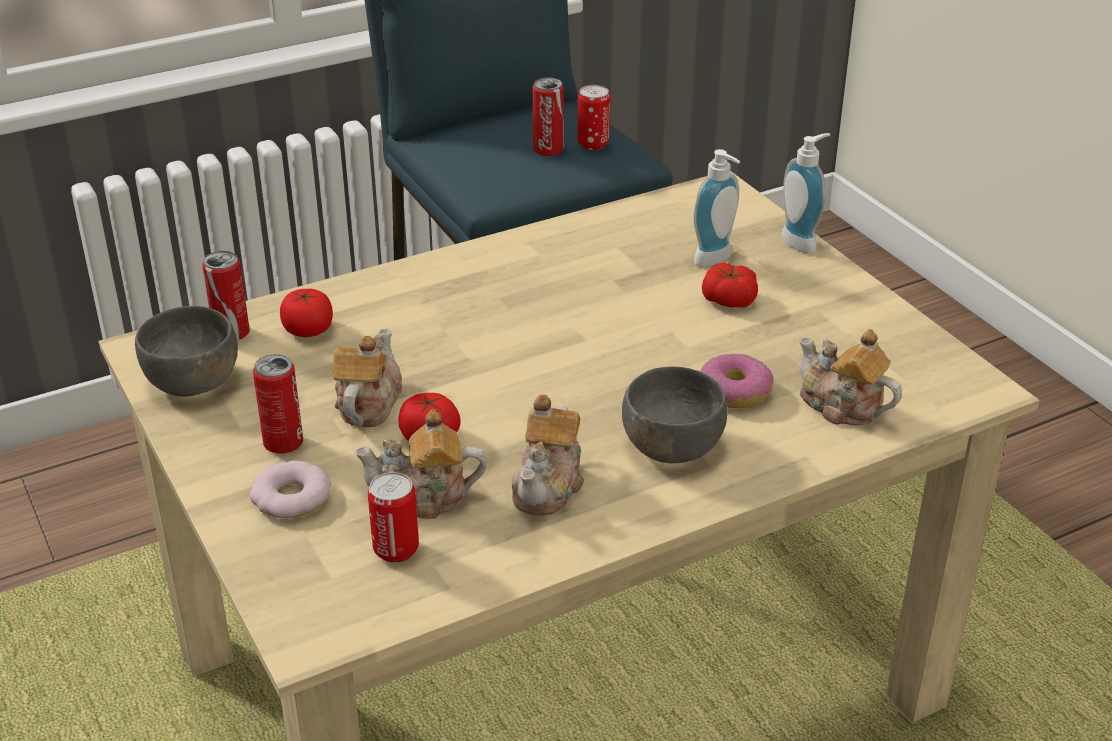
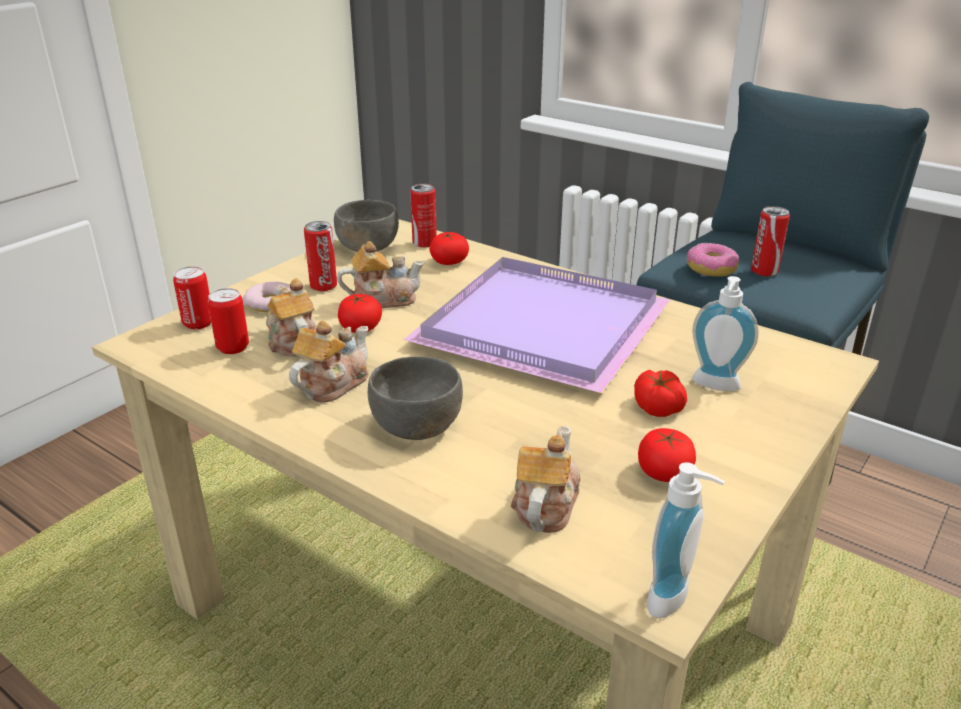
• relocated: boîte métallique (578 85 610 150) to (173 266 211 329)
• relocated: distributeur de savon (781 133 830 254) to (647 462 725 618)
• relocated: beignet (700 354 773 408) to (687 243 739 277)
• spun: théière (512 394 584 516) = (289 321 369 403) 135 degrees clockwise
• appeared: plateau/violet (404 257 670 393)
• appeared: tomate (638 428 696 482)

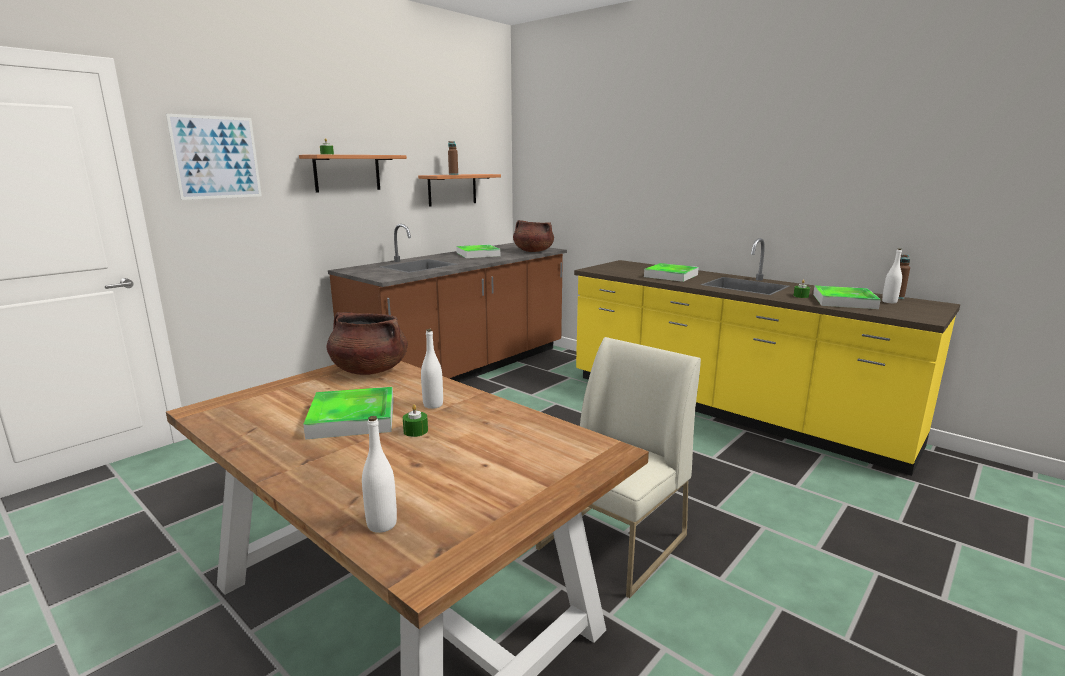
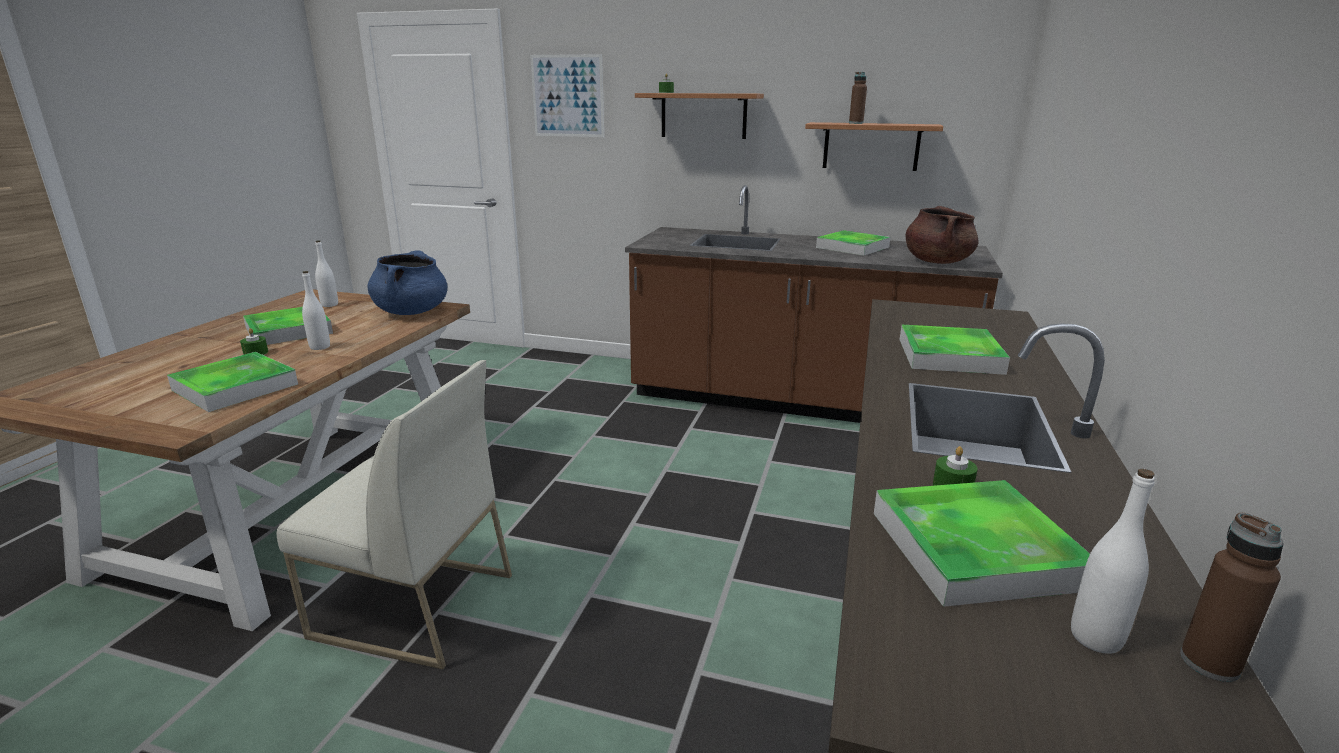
• colour: marmite/marron (326 312 407 375) to marmite/bleu (367 250 447 315)
• relocated: bouteille/blanc (362 416 397 533) to (315 240 338 307)
• appeared: plateau (167 352 298 412)

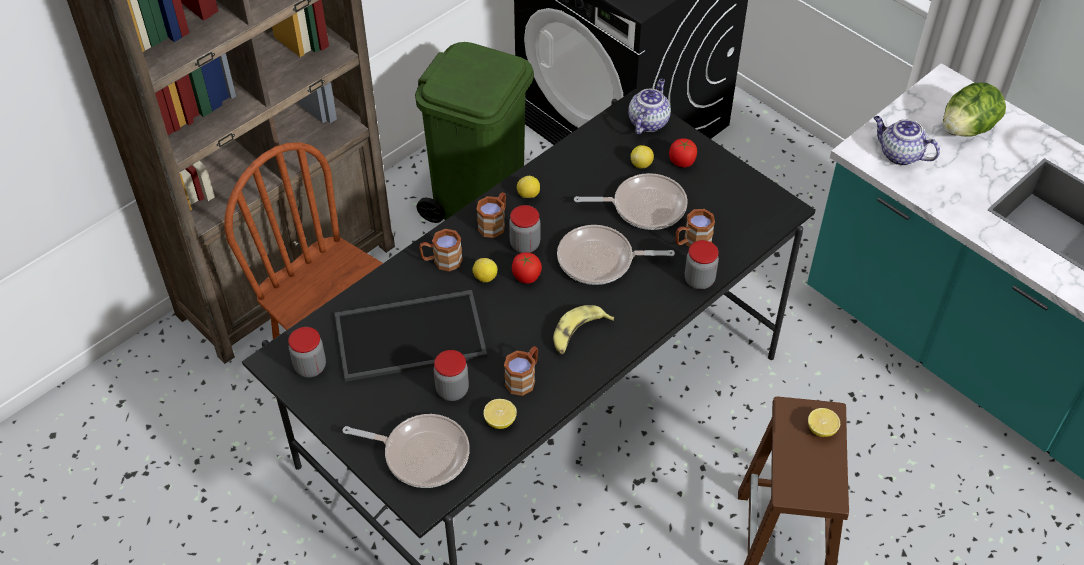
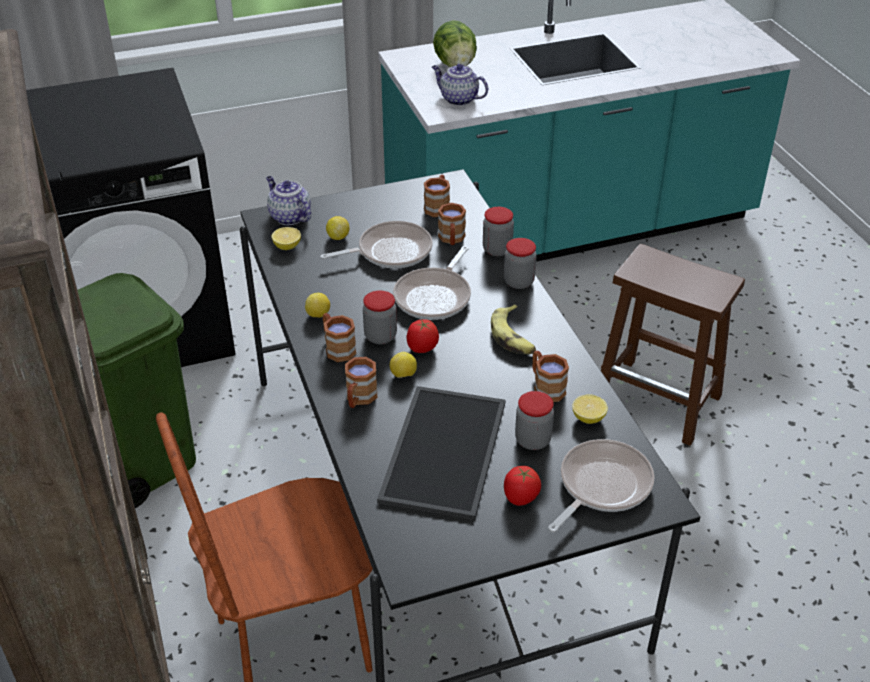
• spun: théière (874 116 940 166) = (432 64 488 106) 60 degrees clockwise
• relocated: tomate (669 138 697 167) to (504 466 541 506)
• spun: poêle (574 173 687 230) = (321 221 433 268) 45 degrees clockwise
• relocated: bocal (288 327 326 377) to (504 238 537 289)
• relocated: citron (808 408 840 437) to (272 227 301 250)
• appeared: mug/marron (424 175 450 217)

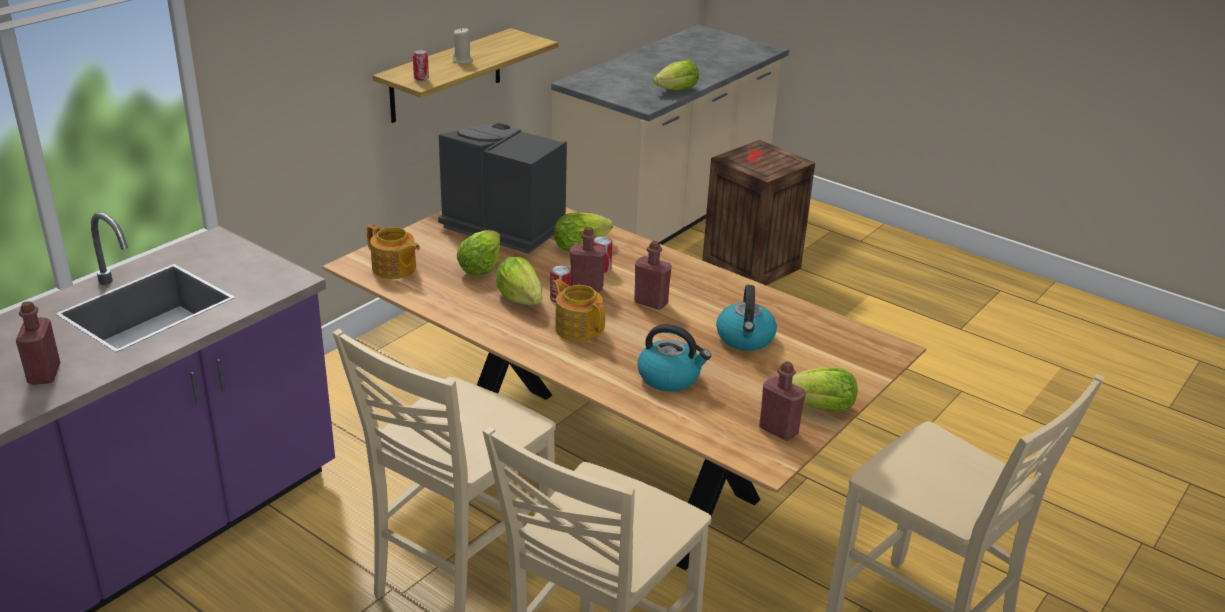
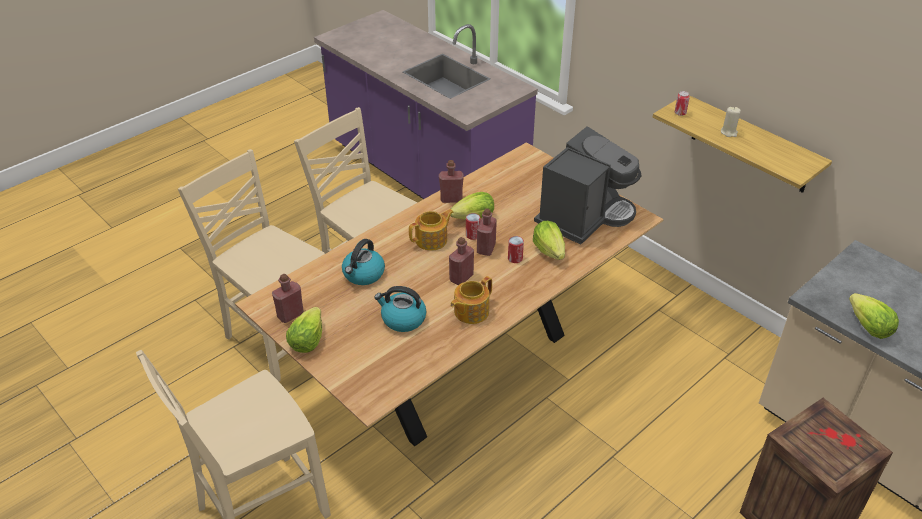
• relocated: théière (367 224 420 279) to (450 276 492 324)
• missing: laitue (457 230 500 275)
• relocated: bouteille/rouge (16 301 61 385) to (439 160 464 203)

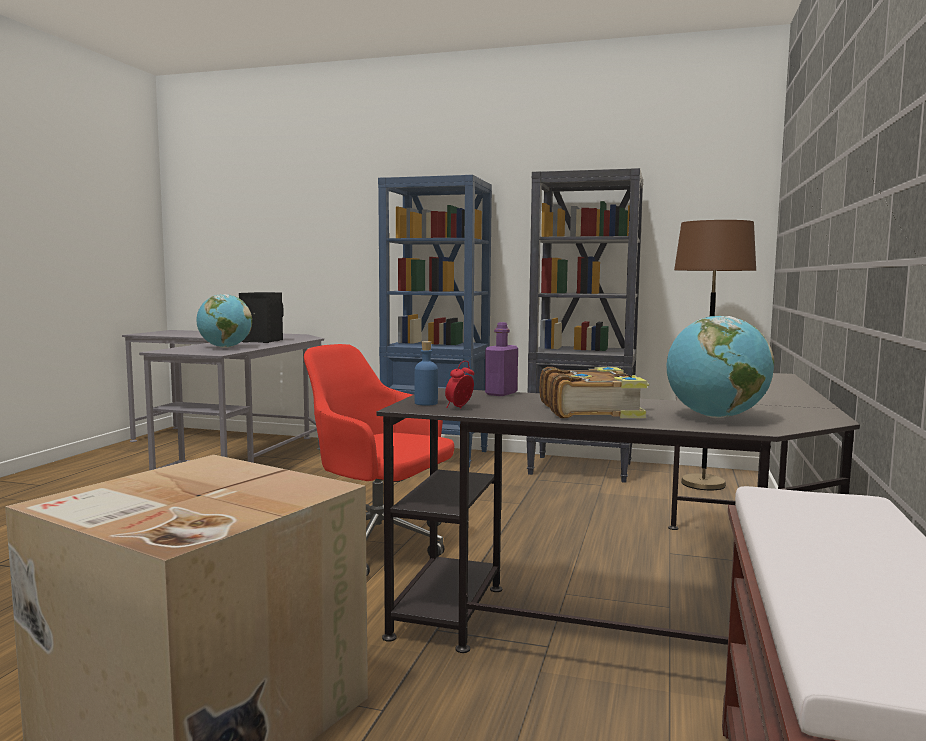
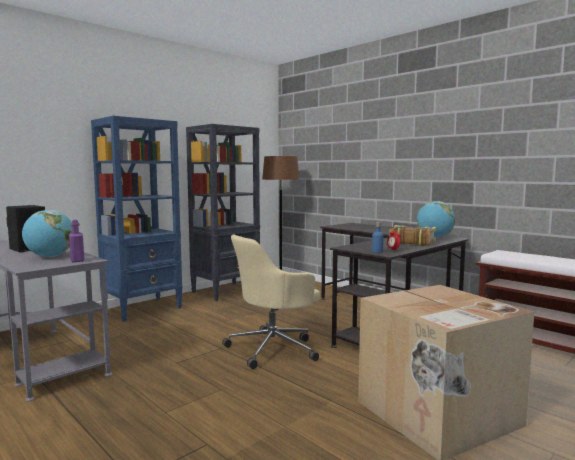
• relocated: bouteille/violet (485 322 518 396) to (69 220 84 262)
• colour: chaise de bureau/rouge (304 344 454 576) to chaise de bureau/beige (222 235 320 369)

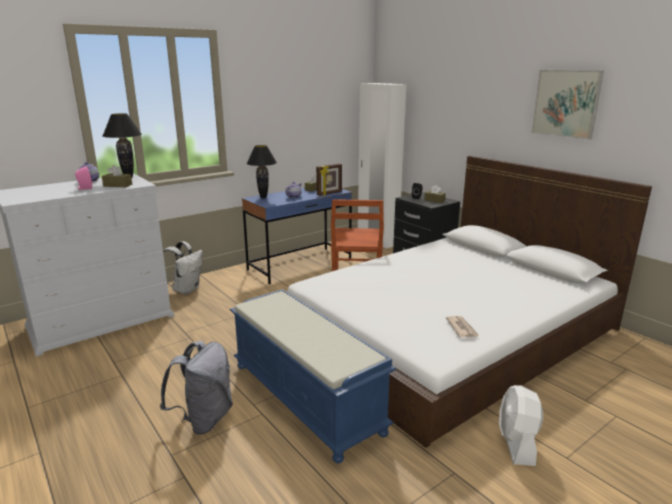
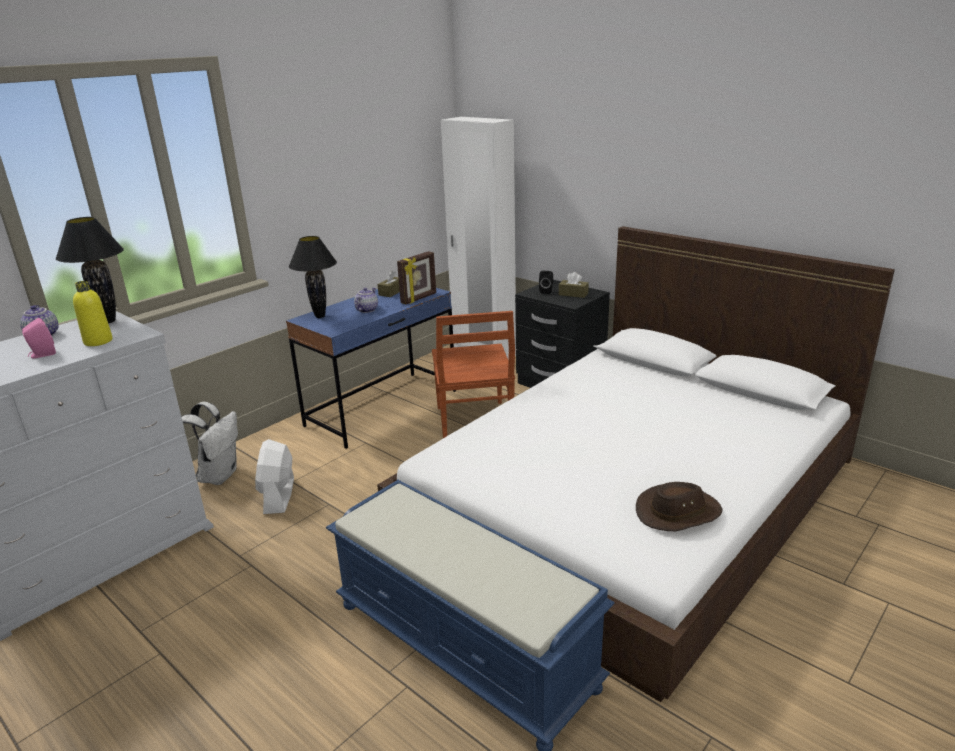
• missing: tableau (531 70 604 140)
• exchanged: boîte à mouchoirs/marron (102 165 132 187) to bouteille/jaune (73 281 112 346)
• exchanged: journal (446 316 480 337) to chapeau/marron (636 482 723 531)
• missing: sac à dos/gris (160 341 233 435)
• relocated: ventilateur/blanc (499 385 543 466) to (255 439 294 514)

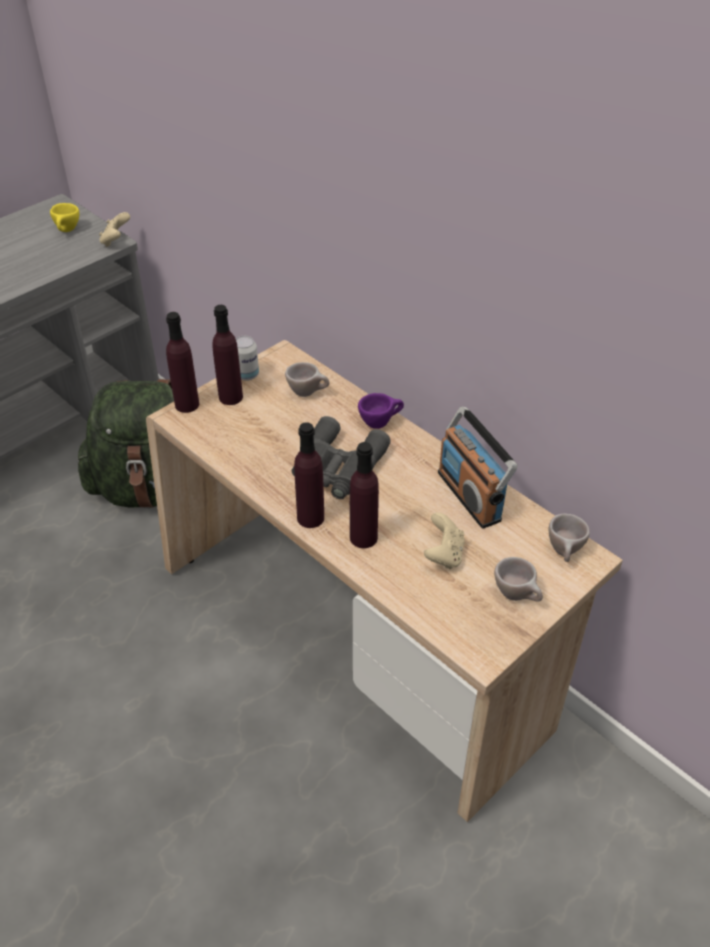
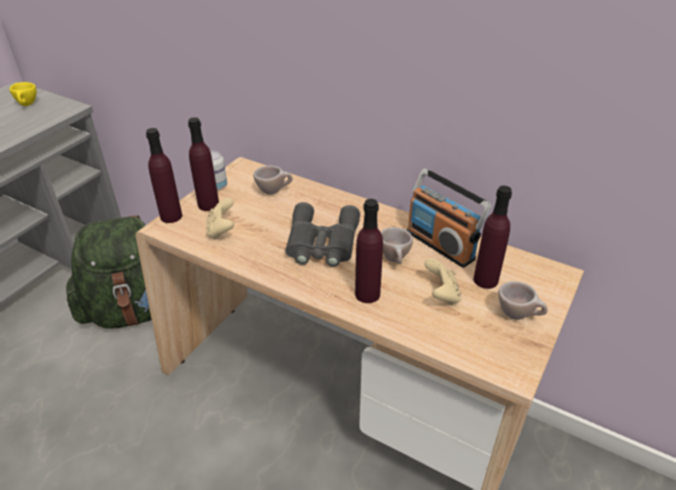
• relocated: manette/beige (99 212 130 247) to (206 198 234 240)
• missing: tasse/violet (358 393 404 429)
• relocated: bouteille/violet (294 422 324 528) to (473 186 512 289)
• relocated: tasse/beige (549 513 590 562) to (381 227 413 264)

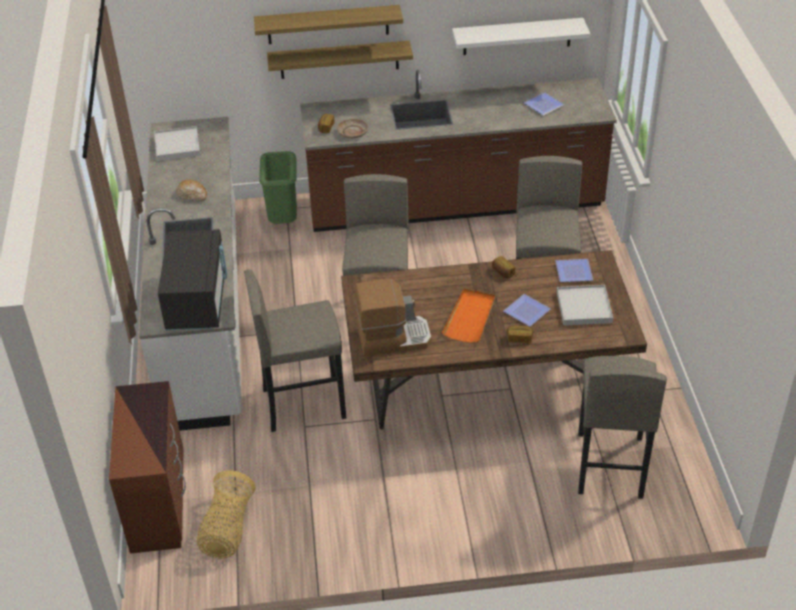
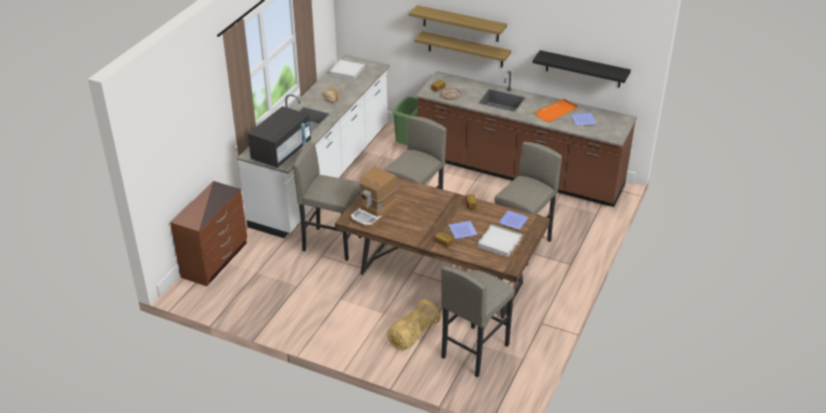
• colour: étagère/blanc (452 18 590 55) to étagère/noir (533 50 631 87)
• spun: machine à café (355 279 432 357) = (351 167 397 229) 105 degrees clockwise
• relocated: plateau/orange (442 288 496 343) to (534 99 578 122)
• relocated: panier (197 470 256 558) to (387 299 440 351)

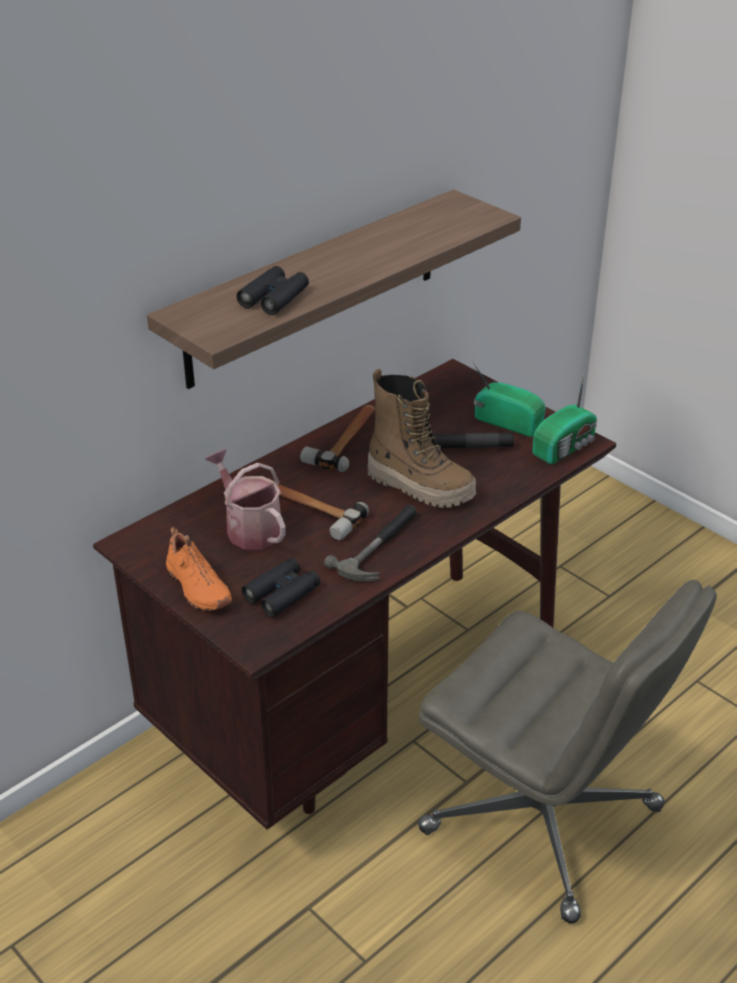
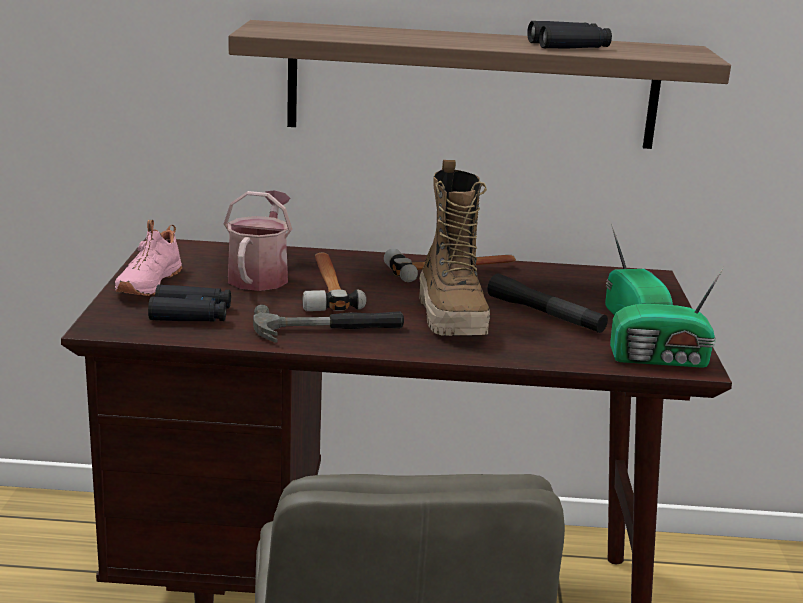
• relocated: jumelles/noir (236 266 309 315) to (527 21 612 48)
• colour: chaussure/orange (166 527 232 611) to chaussure/rose (115 220 182 296)

